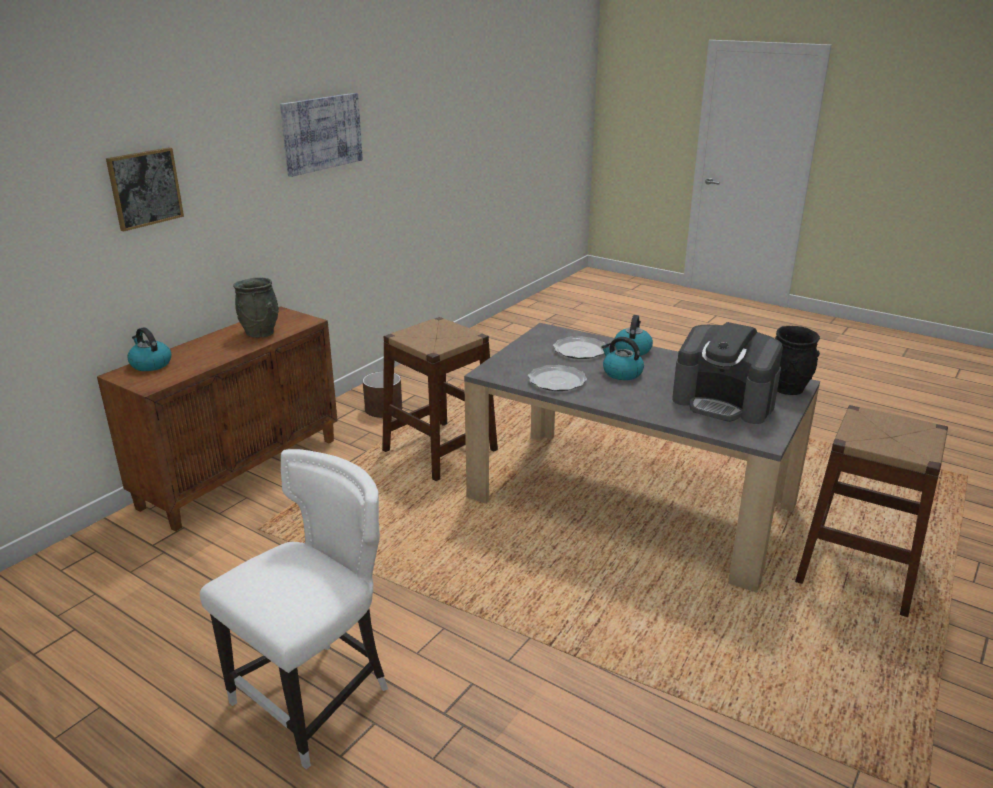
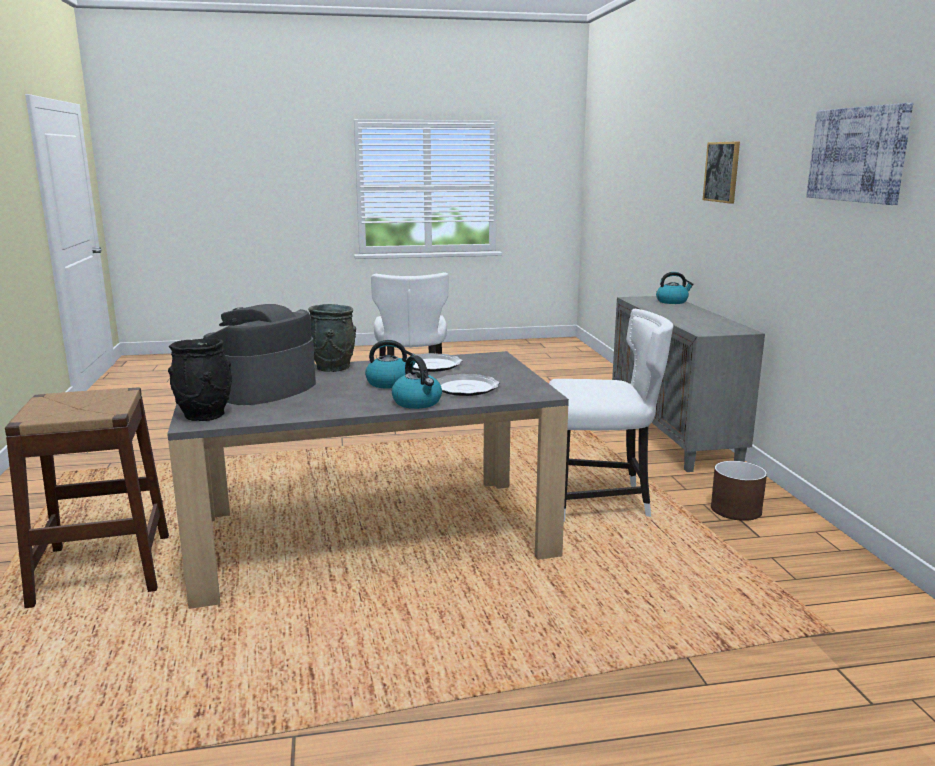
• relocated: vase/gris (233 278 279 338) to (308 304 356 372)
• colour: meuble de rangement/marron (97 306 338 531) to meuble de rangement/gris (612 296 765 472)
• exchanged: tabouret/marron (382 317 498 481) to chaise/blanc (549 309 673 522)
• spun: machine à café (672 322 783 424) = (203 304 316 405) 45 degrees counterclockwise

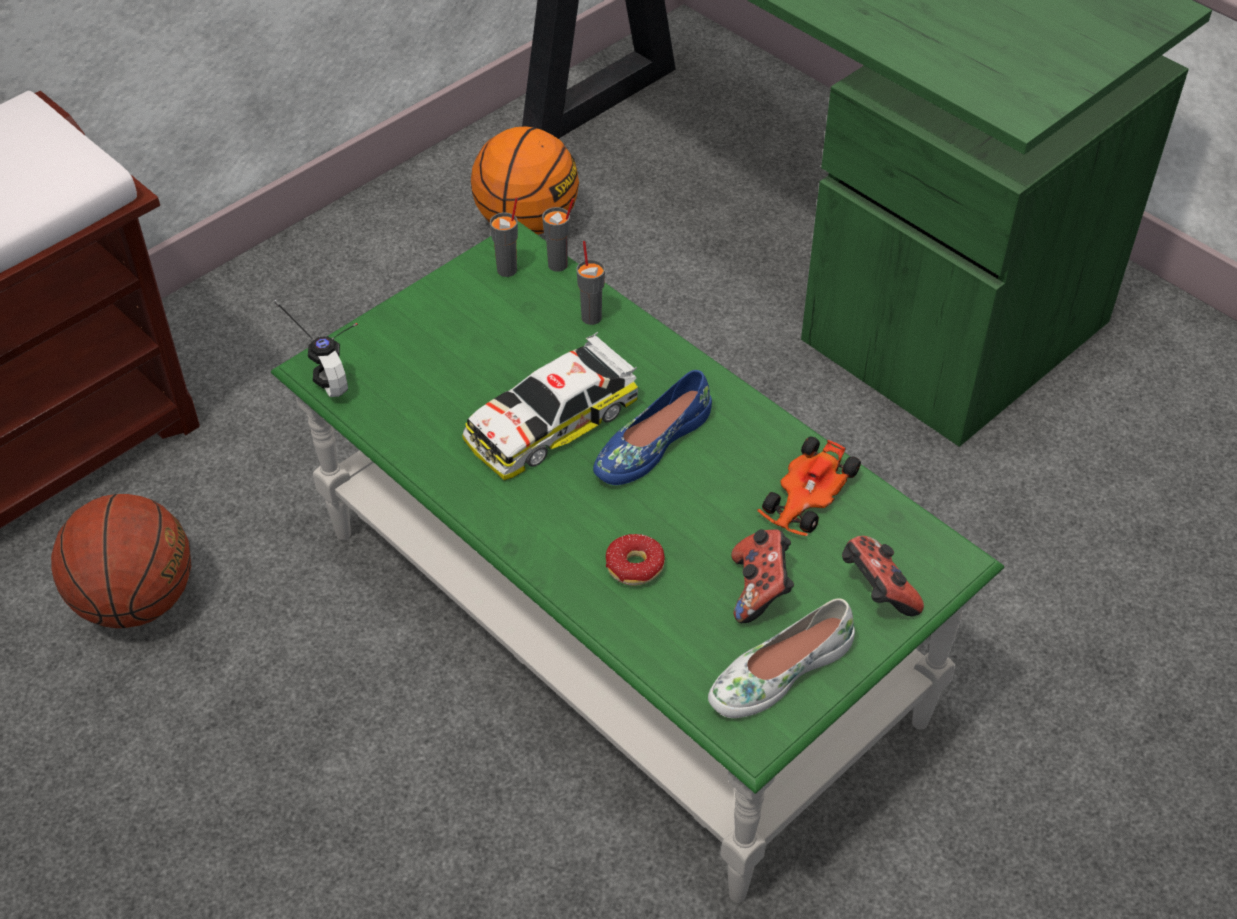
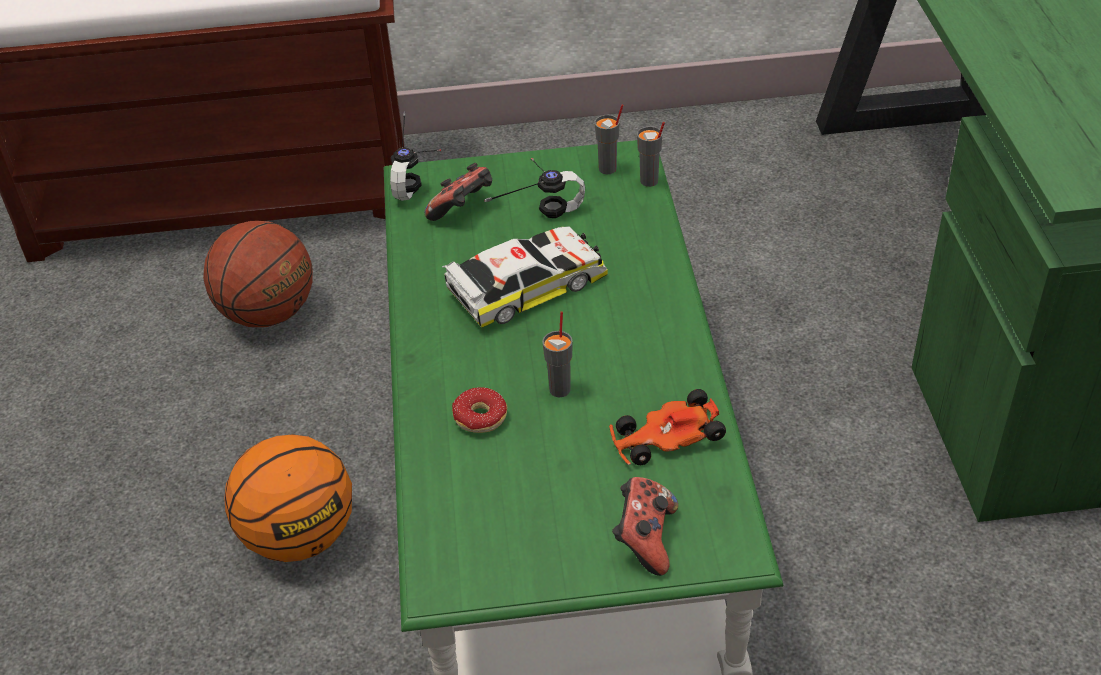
• relocated: ballon de basket (471 126 579 235) to (224 434 352 562)
• relocated: tasse/gris (577 241 605 325) to (542 312 573 397)
• spun: petite voiture (462 332 638 480) = (442 226 608 328) 150 degrees clockwise
• missing: chaussure/bleu (593 370 712 485)
• relocated: manette (731 529 794 623) to (425 163 492 221)
• missing: chaussure/blanc (708 598 855 718)
• appeared: casque audio (484 158 585 218)

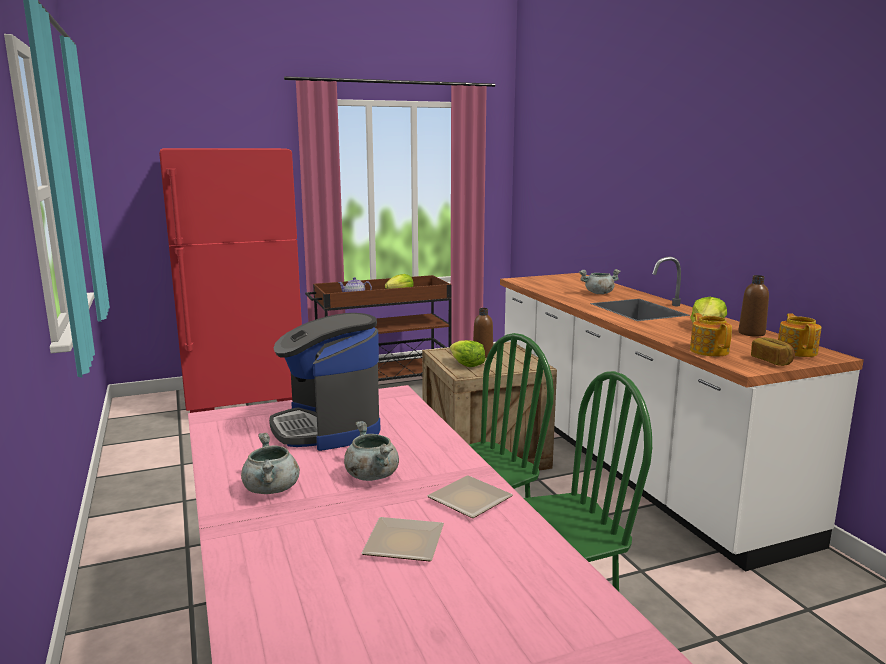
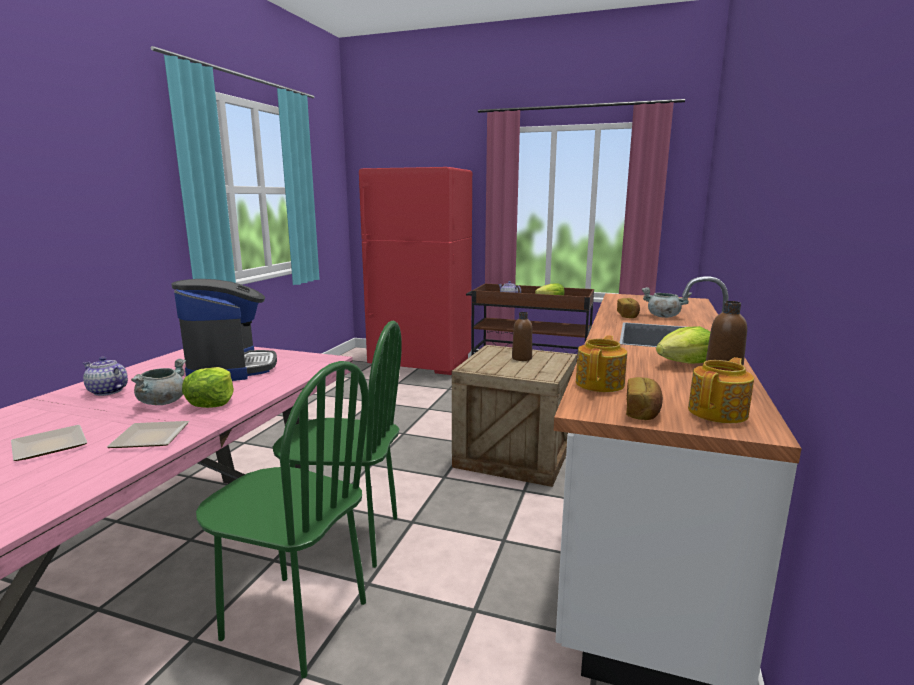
• spun: machine à café (269 313 380 451) = (171 279 277 381) 150 degrees clockwise
• relocated: laitue (450 340 486 367) to (182 367 234 408)
• exchanged: marmite/gris (241 433 300 494) to théière (83 357 128 396)
• appeared: pain (617 298 640 318)

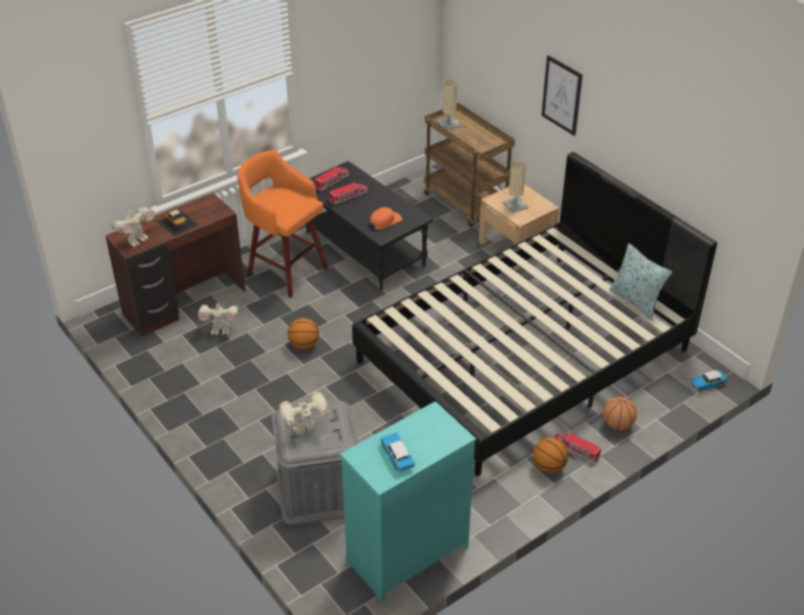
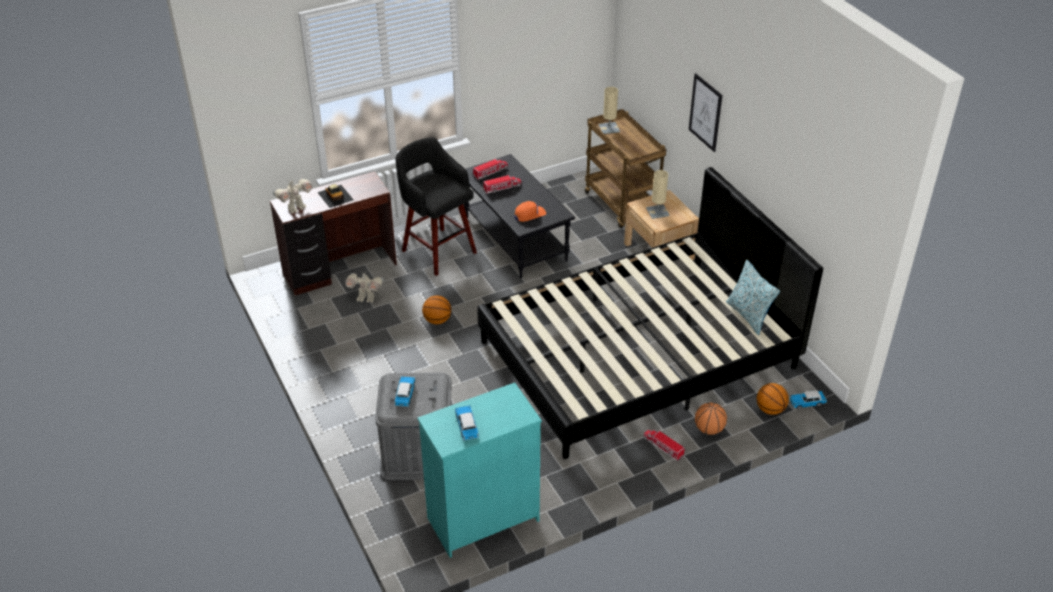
• colour: tabouret/orange (237 150 328 298) to tabouret/noir (396 138 477 276)
• exchanged: robot jouet (279 391 330 435) to petite voiture (394 376 416 407)
• relocated: ballon de basket (533 437 568 473) to (757 383 789 415)

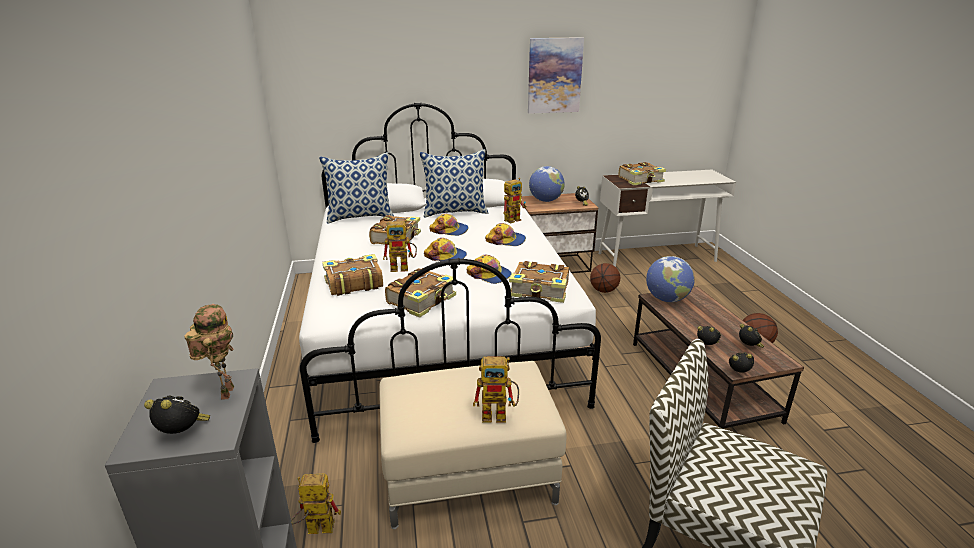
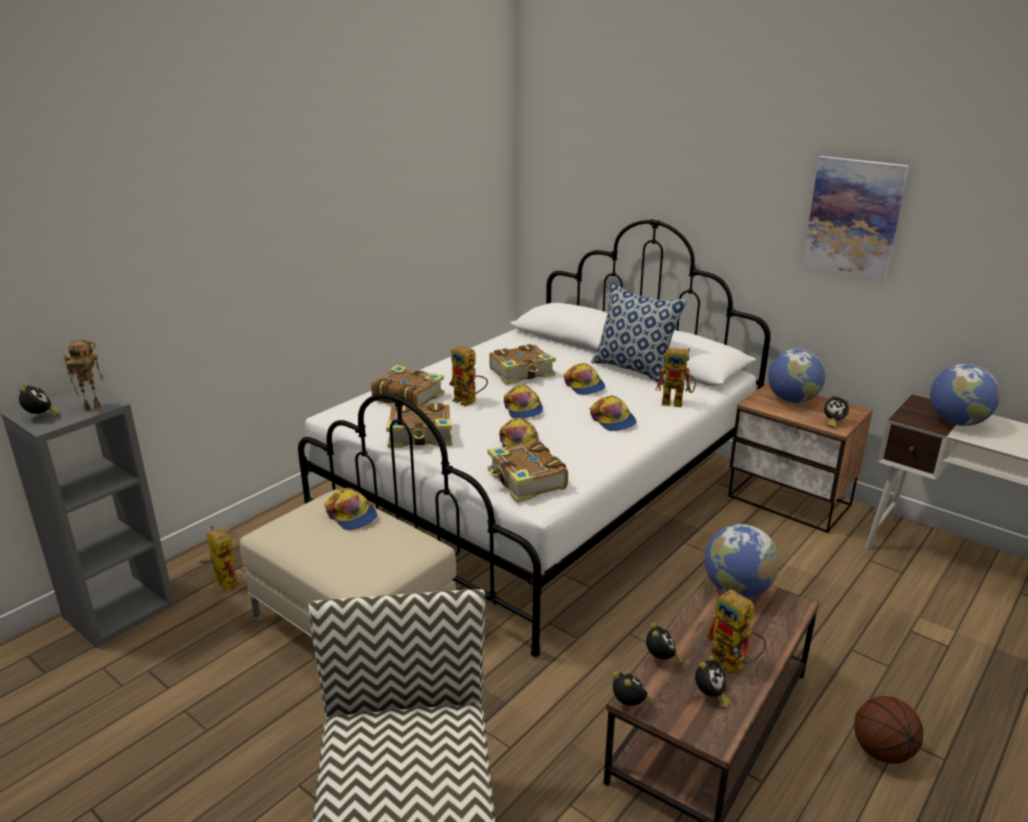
• missing: coussin (319 152 394 224)
• exchanged: livre (619 162 666 185) to globe (930 364 1000 426)
• missing: ballon de basket (590 263 620 293)
• relocated: robot jouet (473 357 519 423) to (705 589 766 676)
• appeared: casquette (324 488 377 530)

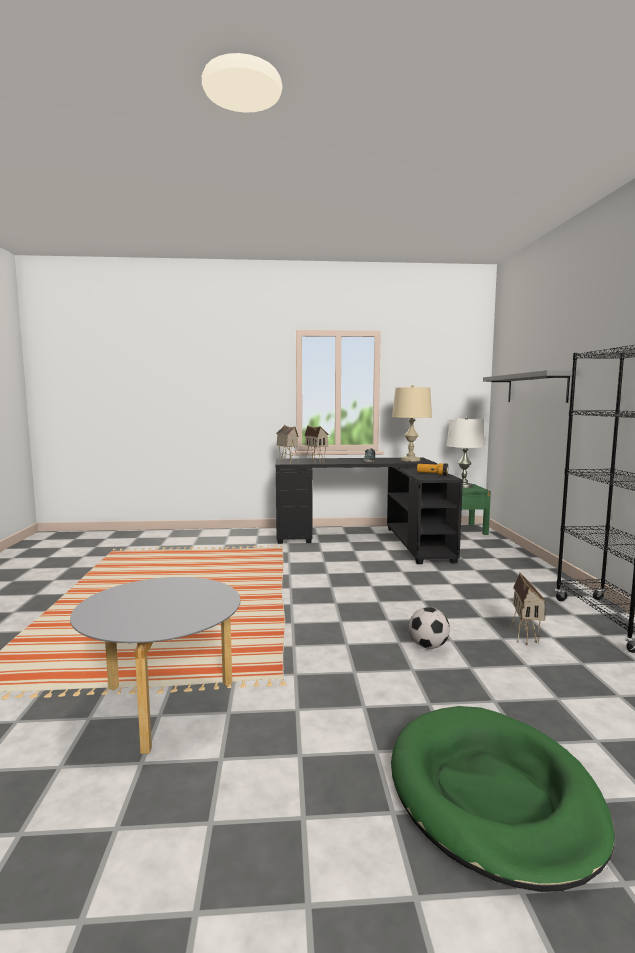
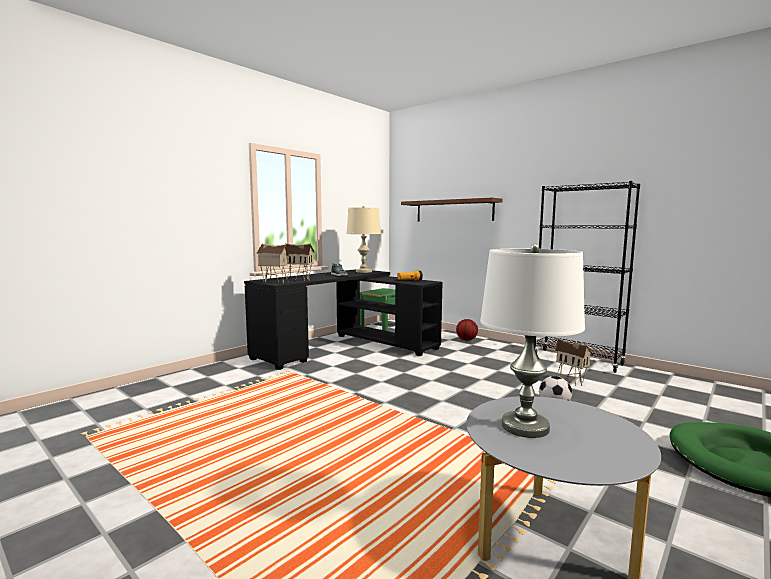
• colour: étagère/gris (483 370 577 403) to étagère/marron (401 198 502 222)
• relocated: lampe de table/blanc (446 416 485 488) to (480 244 585 438)
• appeared: ballon de basket (456 319 478 341)

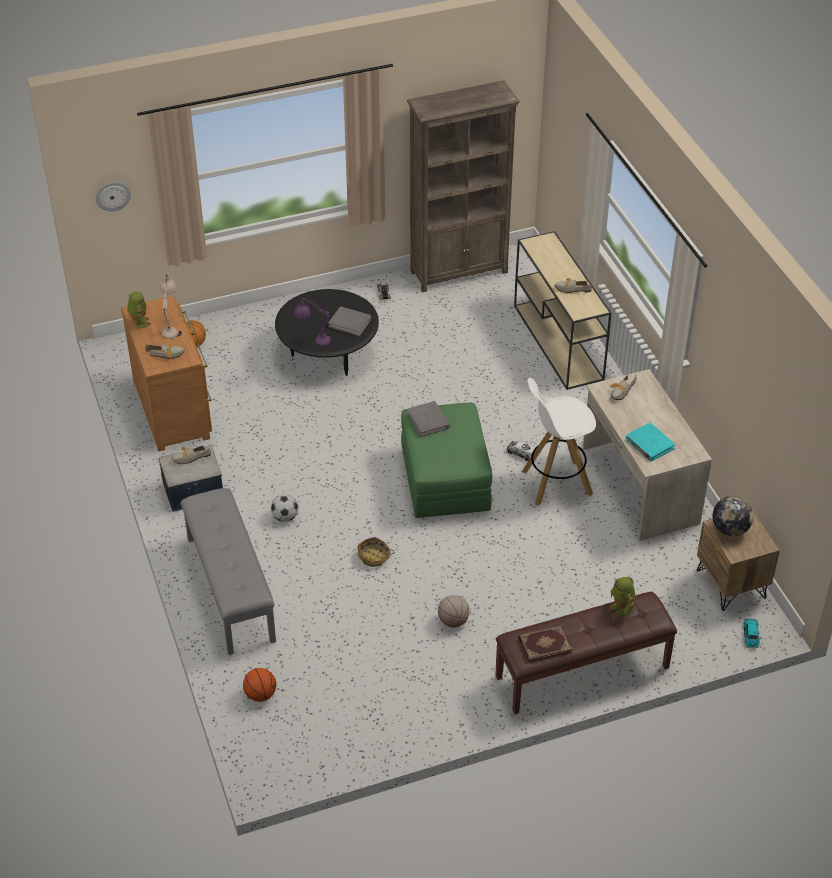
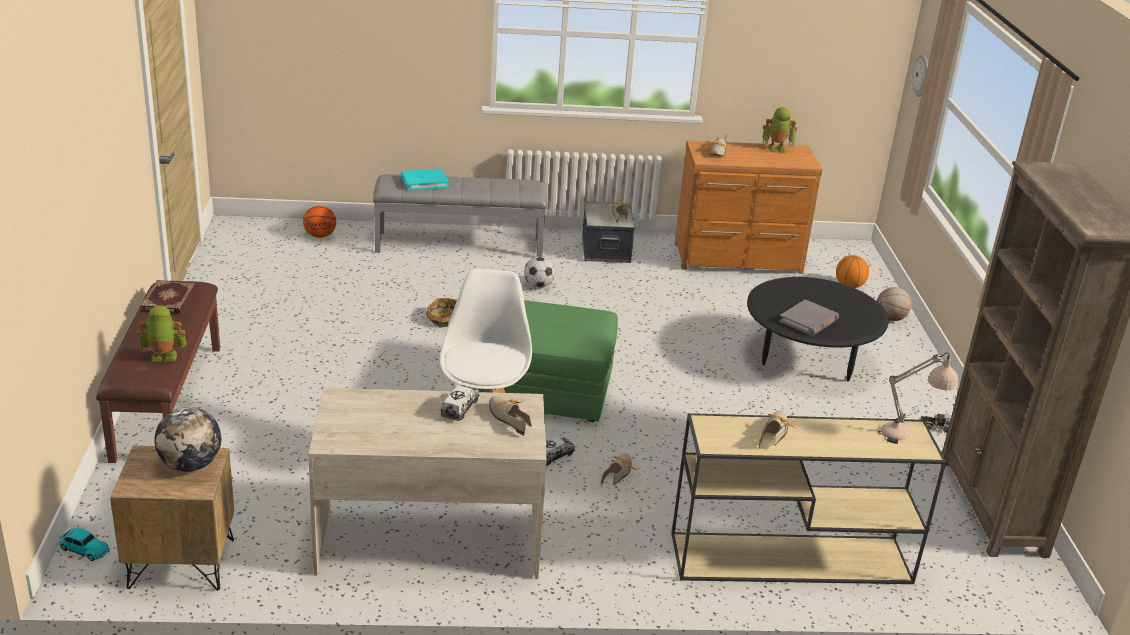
• relocated: lampe de table/beige (160 274 182 340) to (878 352 958 444)
• missing: lampe de table/violet (294 298 331 346)
• missing: livre/gris (407 401 450 437)
• relocated: livre/turquoise (626 423 676 461) to (401 169 449 191)
• relocated: ballon de basket (438 595 470 628) to (877 287 911 321)
• appeared: camion jouet (441 385 480 421)
• appeared: chaussure (601 453 636 486)

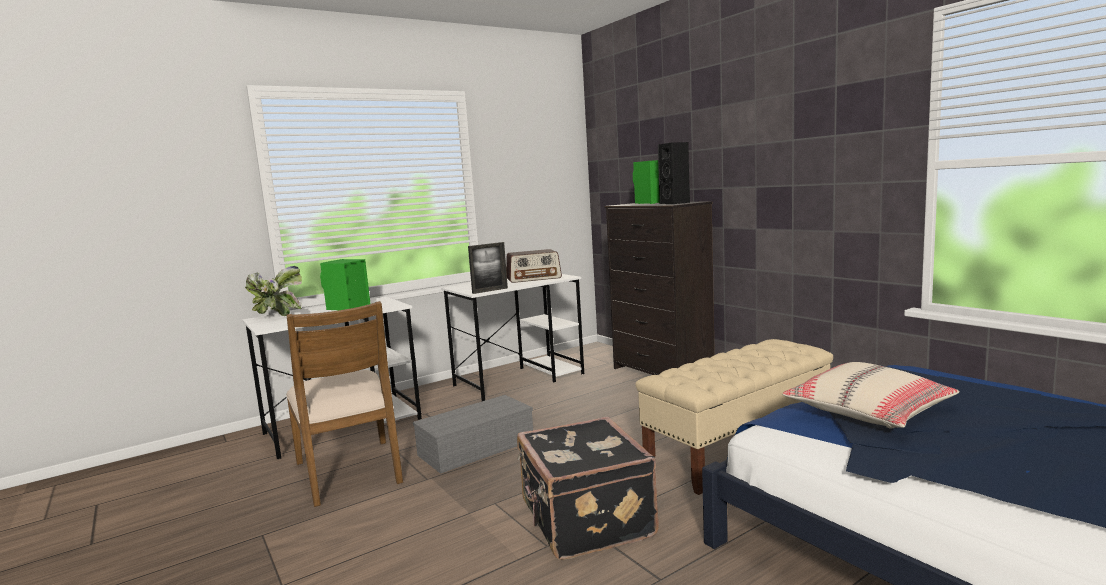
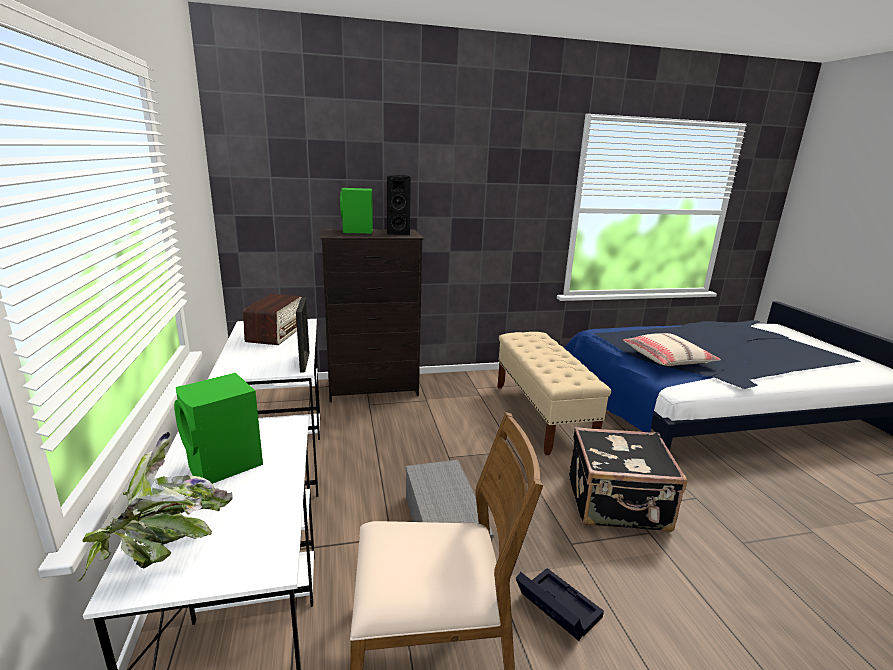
• appeared: boîte de rangement/noir (516 568 604 641)

